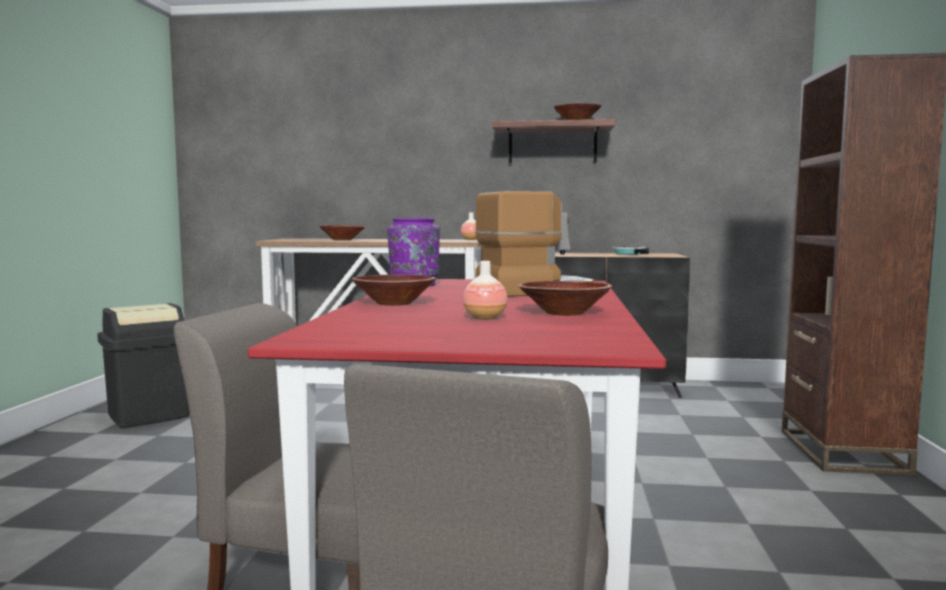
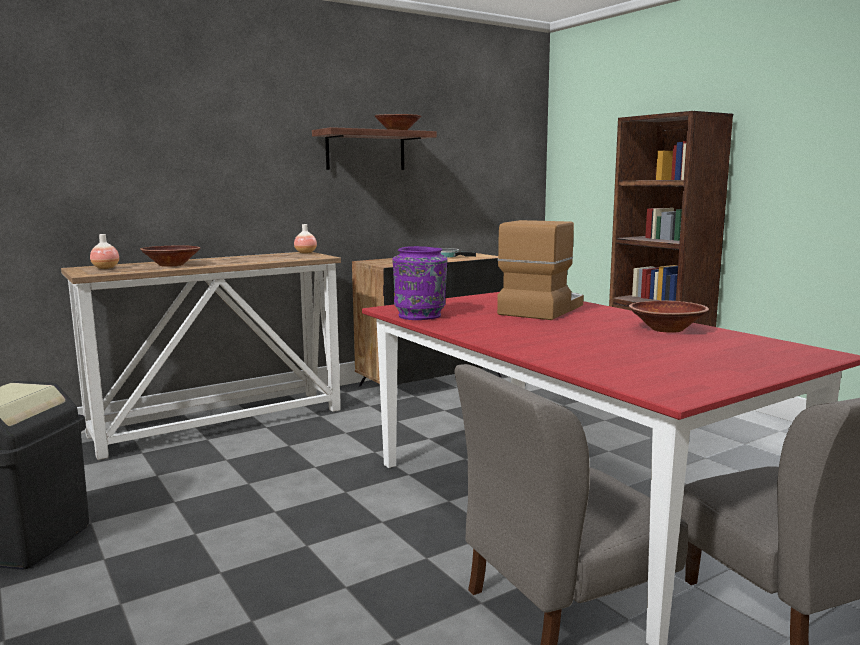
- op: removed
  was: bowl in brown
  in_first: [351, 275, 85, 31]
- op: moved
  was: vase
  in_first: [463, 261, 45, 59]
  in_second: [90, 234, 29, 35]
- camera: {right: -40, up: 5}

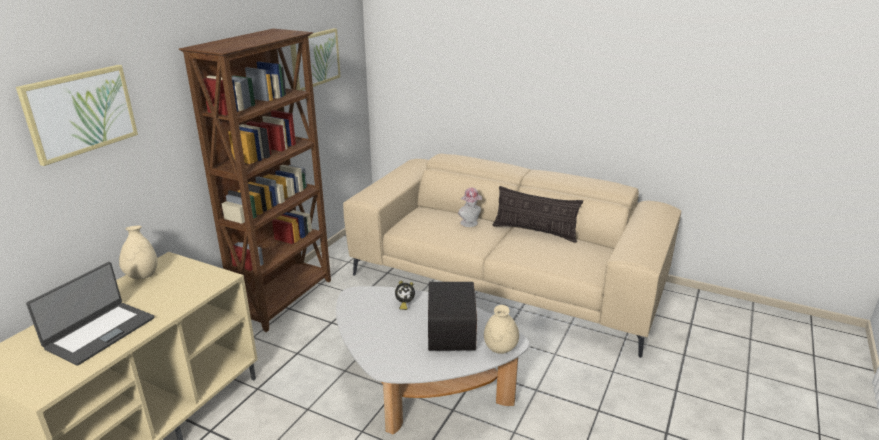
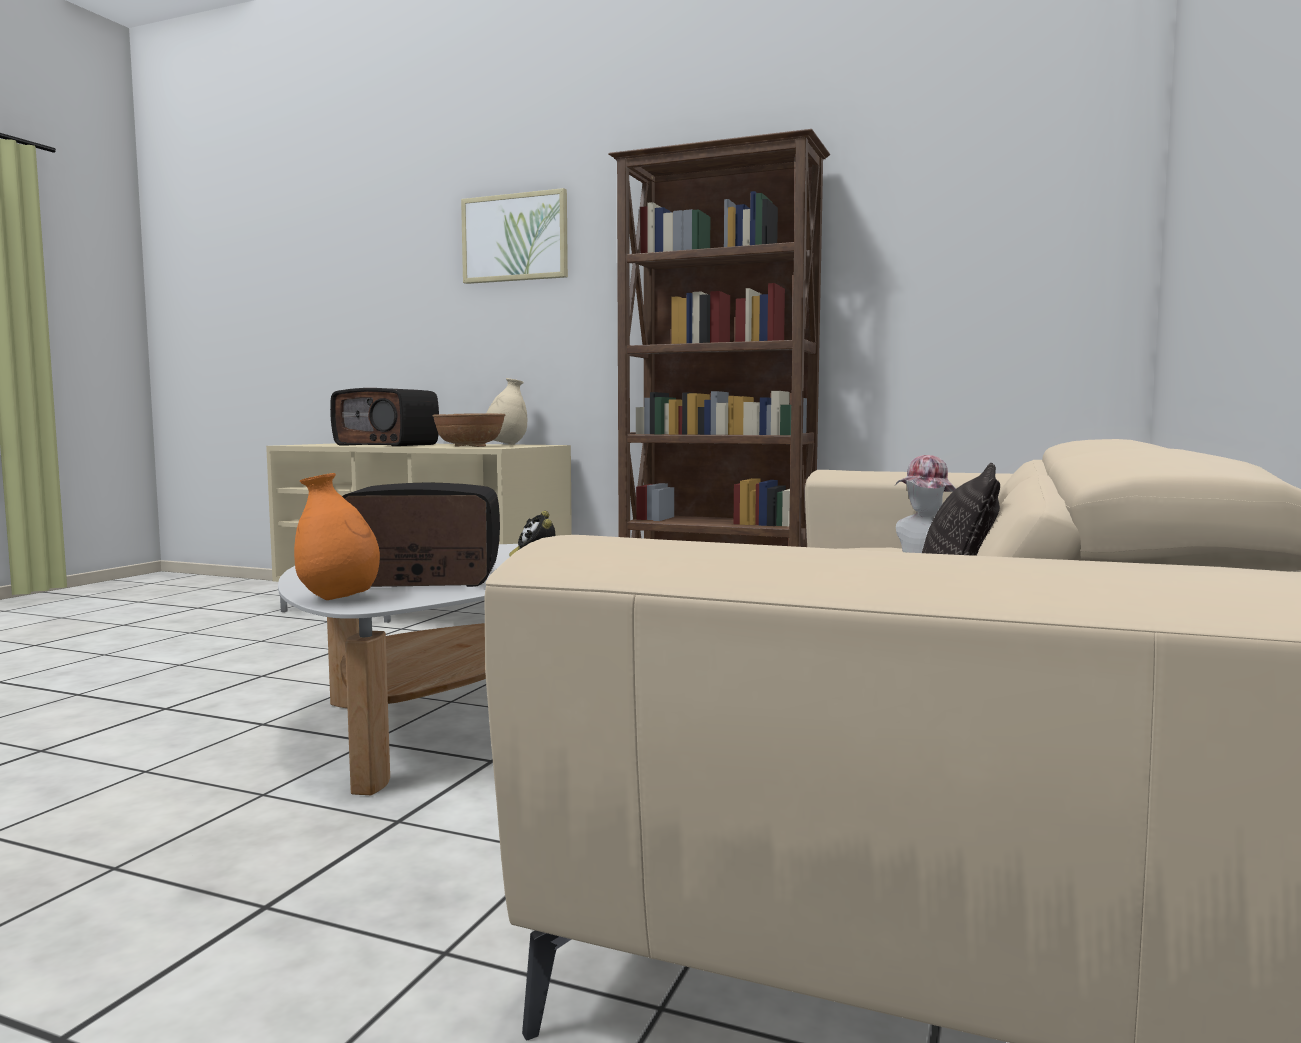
- op: replaced
  was: laptop
  now: radio
  in_first: [26, 262, 129, 104]
  in_second: [330, 388, 109, 58]
- op: removed
  was: picture
  in_first: [290, 28, 51, 63]
- op: recoloured
  was: vase in beige
  now: vase in orange
  in_first: [484, 305, 35, 49]
  in_second: [294, 473, 86, 127]
- op: added
  now: bowl in brown
  in_second: [433, 413, 72, 34]
- camera: {right: 85, up: -20}

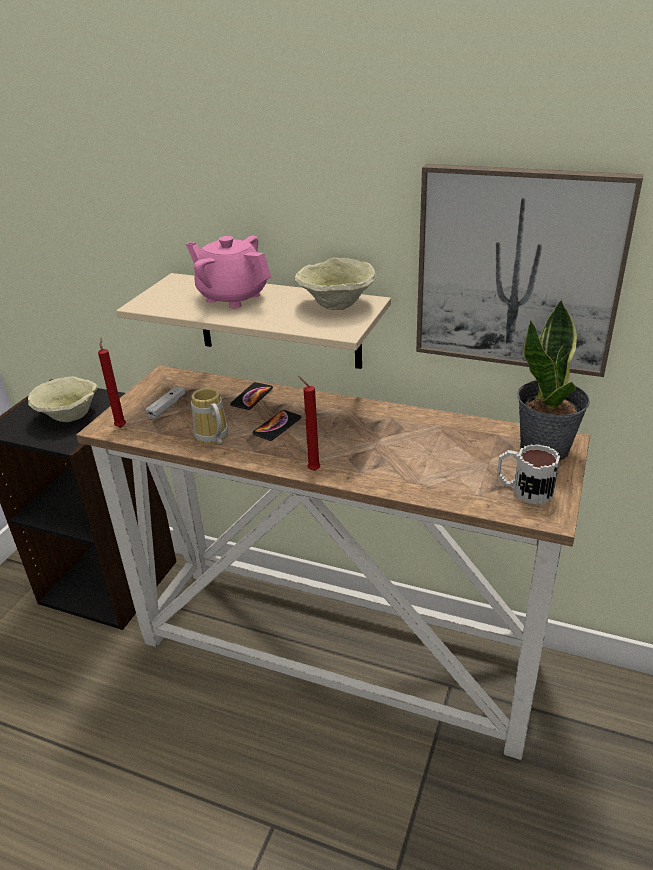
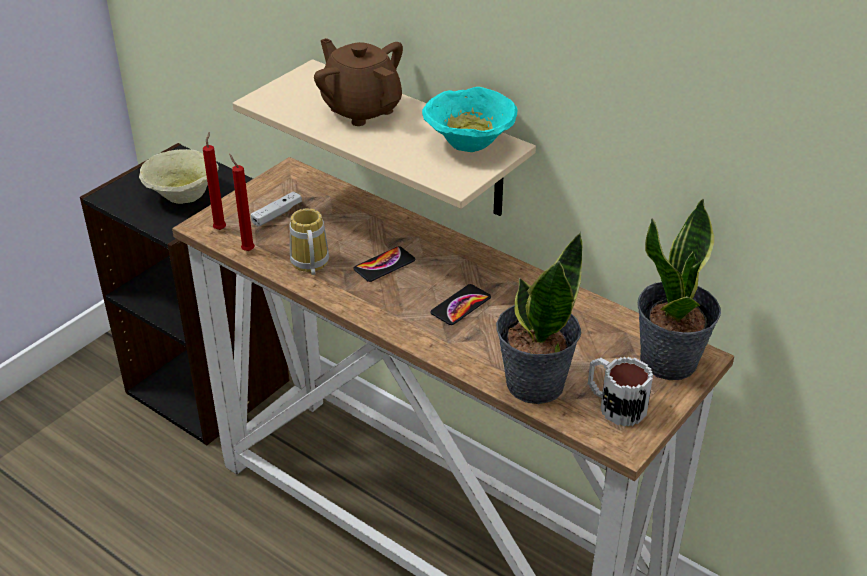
- op: recoloured
  was: teapot in pink
  now: teapot in brown
  in_first: [186, 236, 85, 73]
  in_second: [314, 38, 89, 88]
- op: moved
  was: phone
  in_first: [230, 382, 43, 28]
  in_second: [430, 284, 61, 41]
- op: recoloured
  was: bowl in beige
  now: bowl in turquoise
  in_first: [295, 258, 81, 52]
  in_second: [422, 87, 95, 65]
- op: moved
  was: candle in red
  in_first: [298, 376, 22, 95]
  in_second: [229, 154, 26, 97]
- op: removed
  was: picture
  in_first: [416, 164, 227, 213]
- op: added
  now: potted plant
  in_second: [496, 232, 87, 172]
- camera: {right: 15, up: 5}

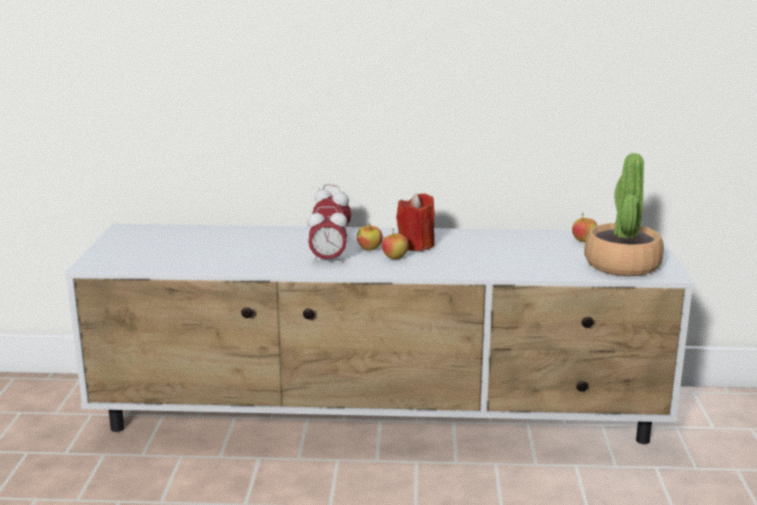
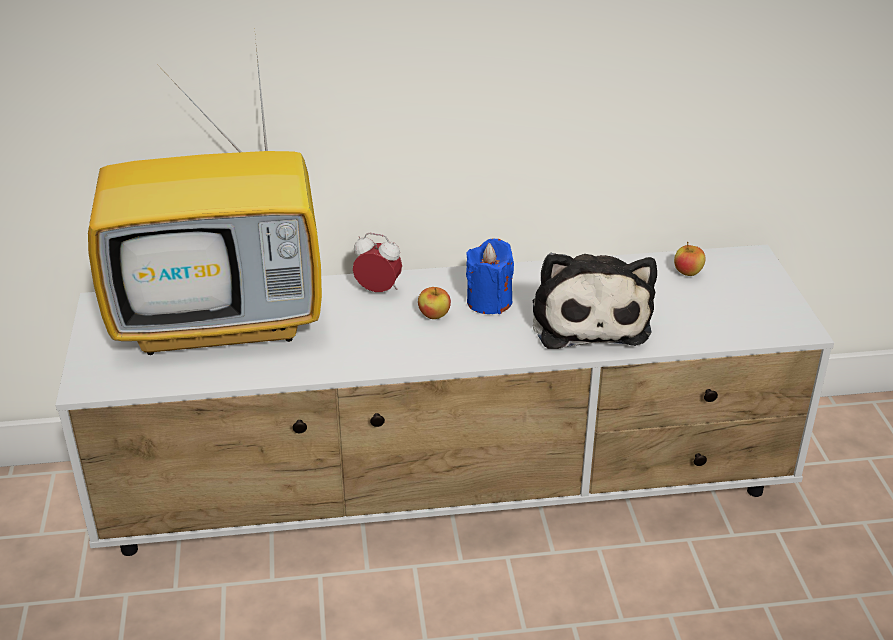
- op: removed
  was: alarm clock
  in_first: [307, 206, 40, 57]
- op: removed
  was: apple
  in_first: [382, 229, 27, 30]
- op: recoloured
  was: candle in red
  now: candle in blue
  in_first: [396, 193, 39, 58]
  in_second: [466, 238, 48, 76]
- op: removed
  was: potted plant
  in_first: [584, 153, 80, 123]
- op: added
  now: television
  in_second: [88, 37, 234, 318]
- op: added
  now: plush toy
  in_second: [533, 253, 124, 96]
- camera: {right: -10, up: 15}

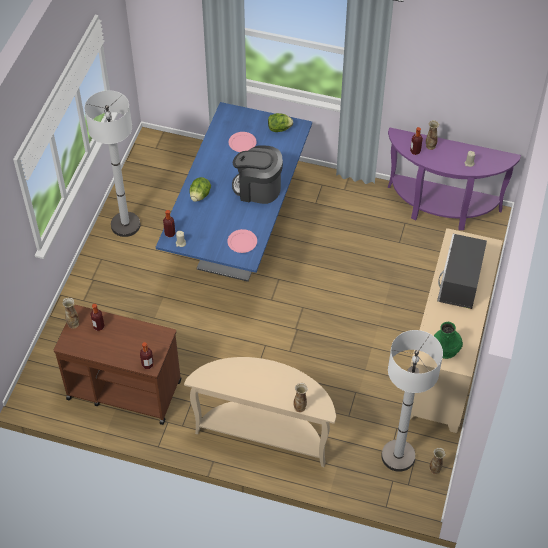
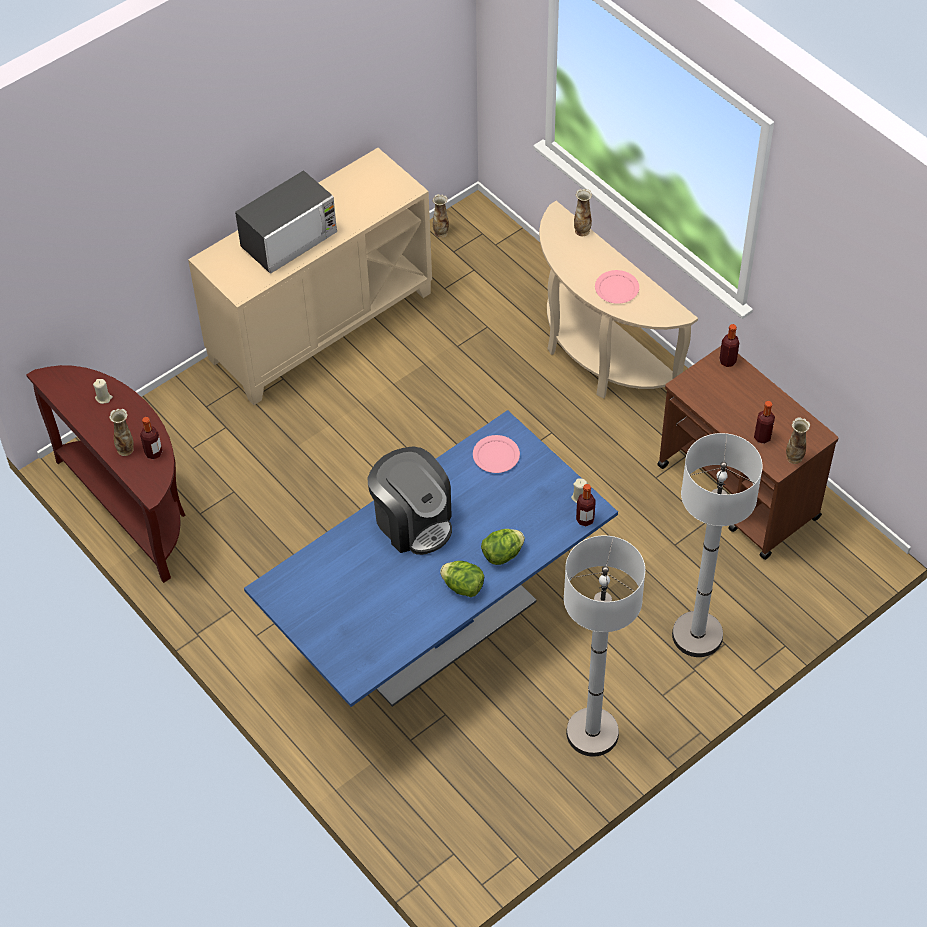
- op: moved
  was: plate in pink
  in_first: [229, 132, 27, 20]
  in_second: [595, 270, 44, 34]
- op: moved
  was: lettuce
  in_first: [268, 113, 25, 19]
  in_second: [440, 561, 44, 36]
- op: moved
  was: floor lamp in white
  in_first: [381, 330, 62, 142]
  in_second: [672, 433, 91, 224]
- op: recoloured
  was: console table in purple
  now: console table in brown
  in_first: [388, 127, 133, 103]
  in_second: [26, 365, 160, 218]
- op: removed
  was: vase in green
  in_first: [434, 322, 29, 37]
- camera: {right: -145, up: 0}

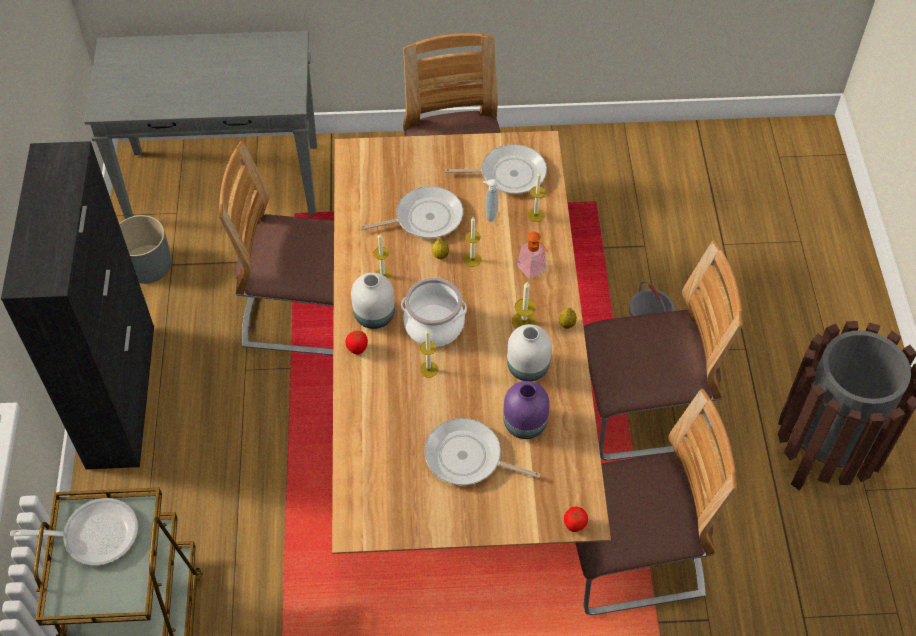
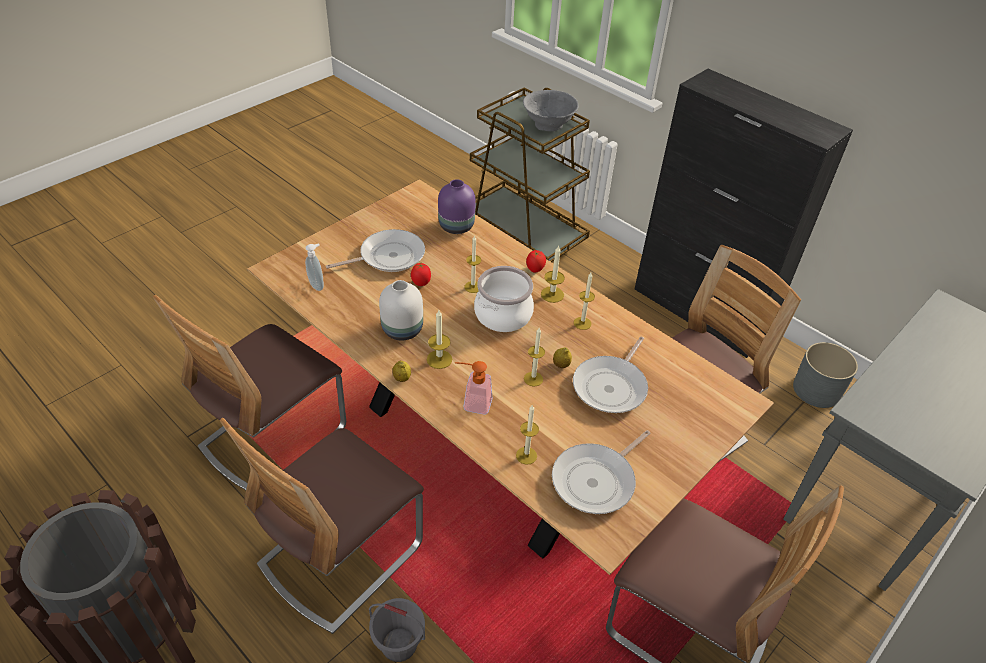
- op: replaced
  was: frying pan
  now: bowl in grey
  in_first: [10, 498, 128, 67]
  in_second: [523, 90, 55, 41]
- op: replaced
  was: vase in white
  now: candle
  in_first: [351, 273, 44, 56]
  in_second: [541, 245, 24, 58]
- op: moved
  was: soap dispenser
  in_first: [483, 179, 15, 43]
  in_second: [305, 243, 19, 48]
- op: moved
  was: vase in purple
  in_first: [503, 381, 47, 58]
  in_second: [438, 179, 38, 55]
- op: moved
  was: tomato
  in_first: [564, 507, 24, 25]
  in_second: [411, 263, 20, 23]
- camera: {right: 135, up: -10}

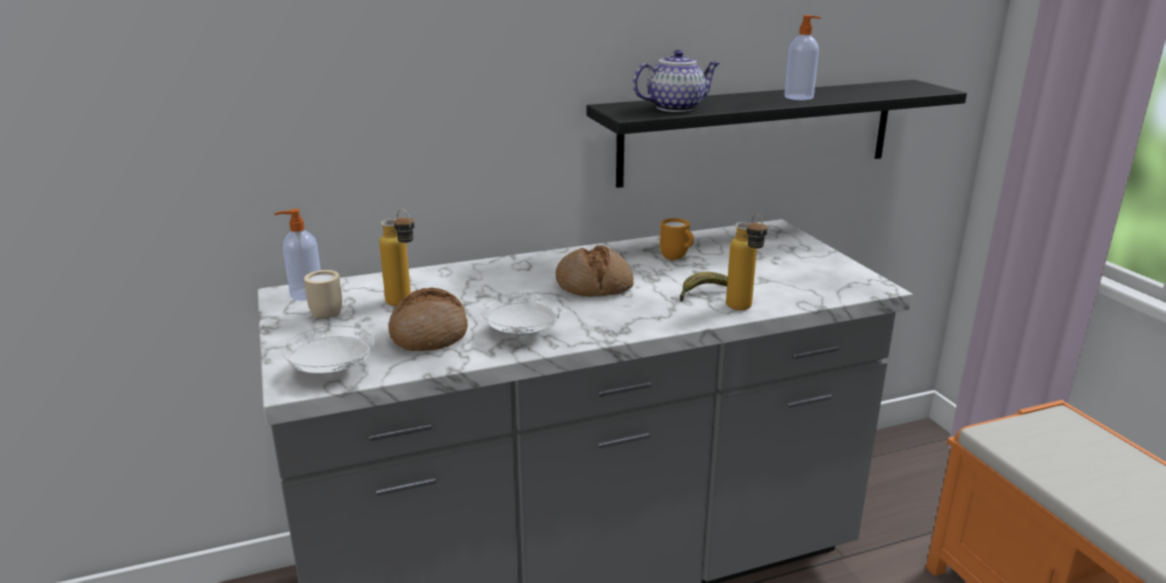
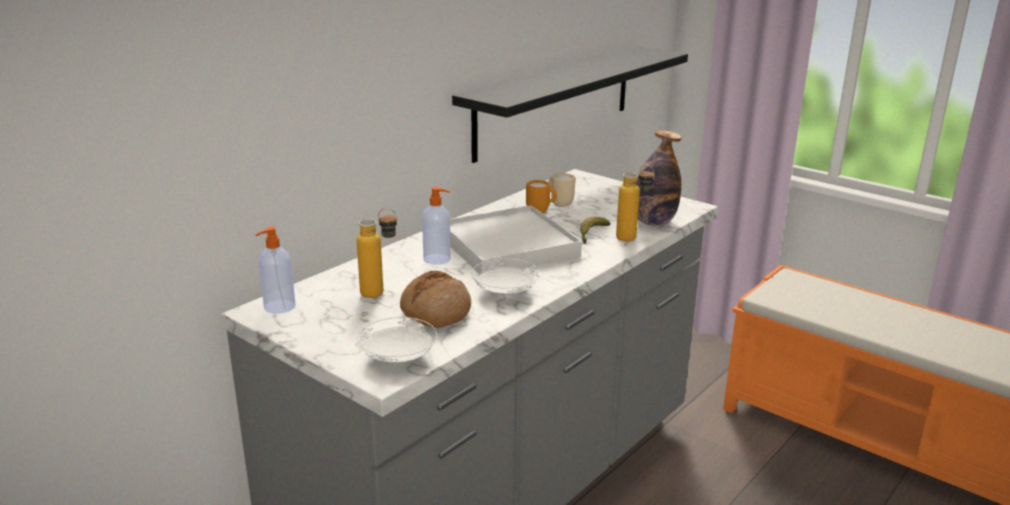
- op: moved
  was: mug in beige
  in_first: [304, 270, 38, 49]
  in_second: [548, 173, 27, 34]
- op: replaced
  was: bread
  now: tray in white
  in_first: [556, 245, 78, 52]
  in_second: [450, 205, 132, 70]
- op: removed
  was: teapot
  in_first: [633, 50, 87, 62]
- op: moved
  was: soap dispenser
  in_first: [784, 15, 37, 85]
  in_second: [422, 187, 29, 78]
- op: added
  now: bottle
  in_second: [637, 130, 45, 96]
- camera: {right: -30, up: 0}

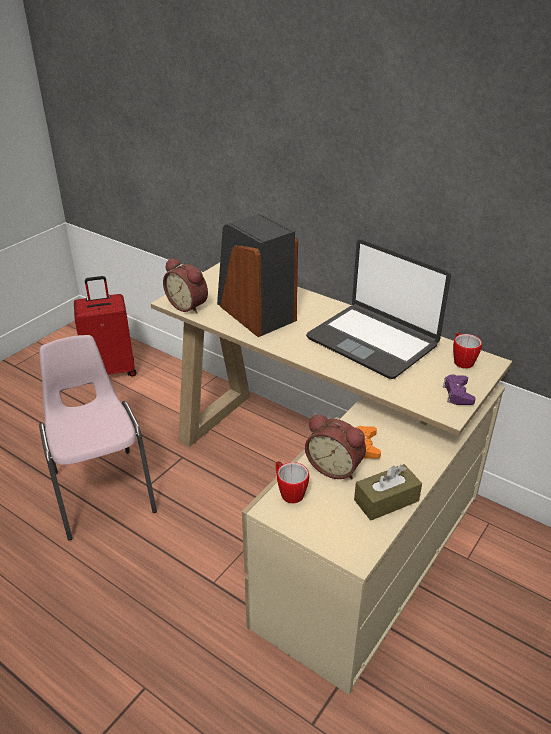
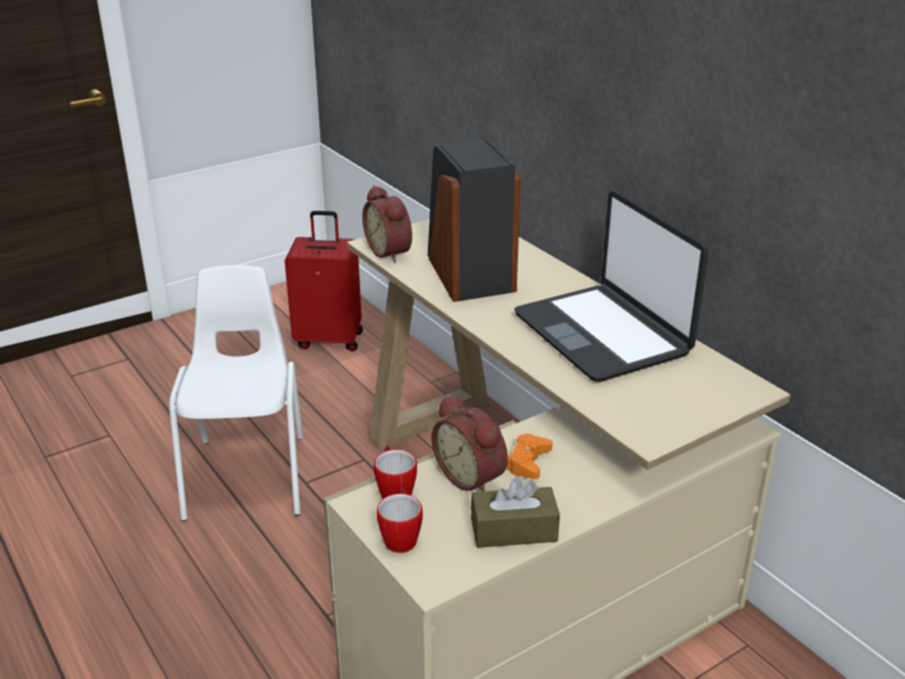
- op: recoloured
  was: chair in pink
  now: chair in white
  in_first: [39, 335, 118, 206]
  in_second: [169, 265, 134, 257]
- op: removed
  was: game controller in purple
  in_first: [443, 374, 33, 31]
- op: moved
  was: mug
  in_first: [453, 332, 29, 37]
  in_second: [377, 488, 46, 65]
- camera: {right: 20, up: -5}

